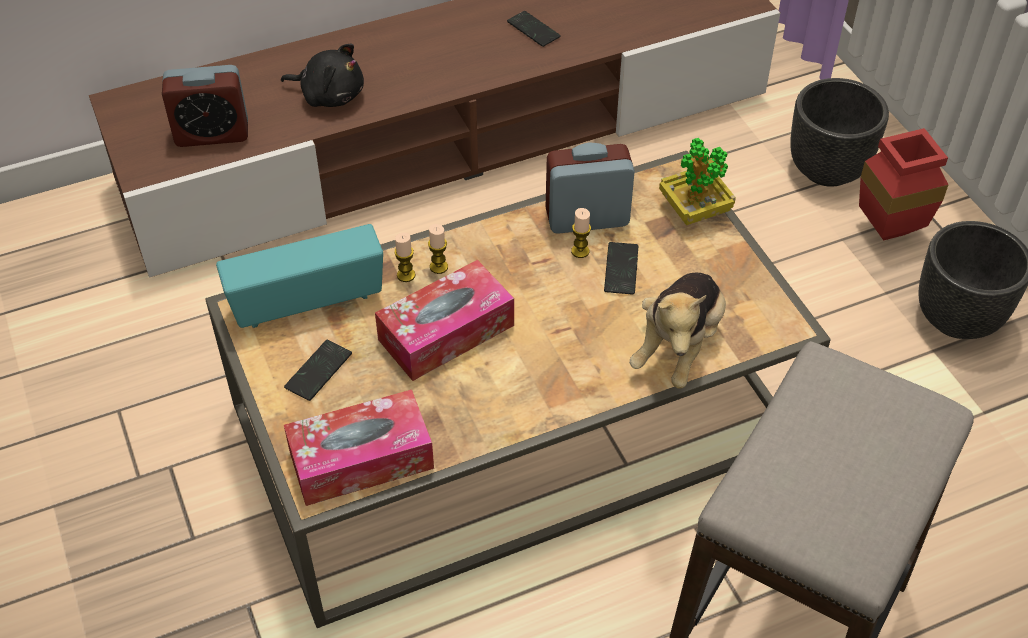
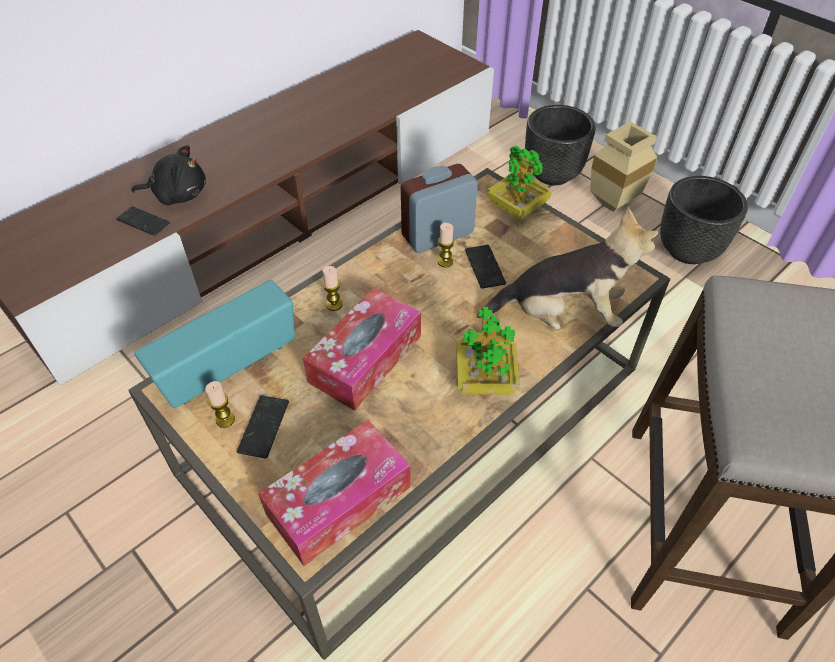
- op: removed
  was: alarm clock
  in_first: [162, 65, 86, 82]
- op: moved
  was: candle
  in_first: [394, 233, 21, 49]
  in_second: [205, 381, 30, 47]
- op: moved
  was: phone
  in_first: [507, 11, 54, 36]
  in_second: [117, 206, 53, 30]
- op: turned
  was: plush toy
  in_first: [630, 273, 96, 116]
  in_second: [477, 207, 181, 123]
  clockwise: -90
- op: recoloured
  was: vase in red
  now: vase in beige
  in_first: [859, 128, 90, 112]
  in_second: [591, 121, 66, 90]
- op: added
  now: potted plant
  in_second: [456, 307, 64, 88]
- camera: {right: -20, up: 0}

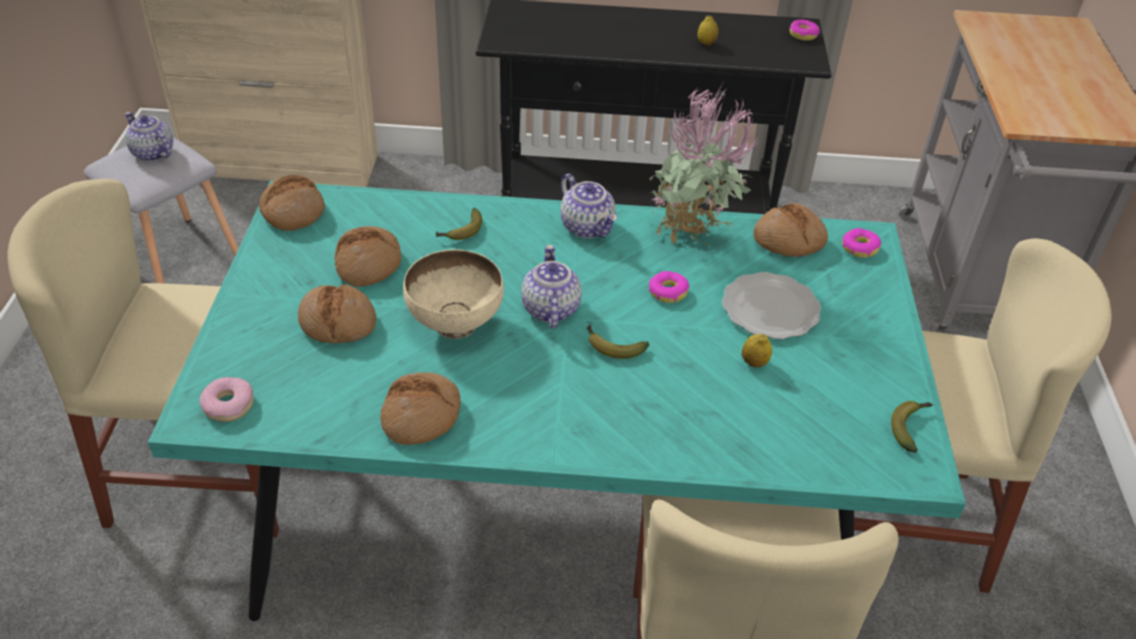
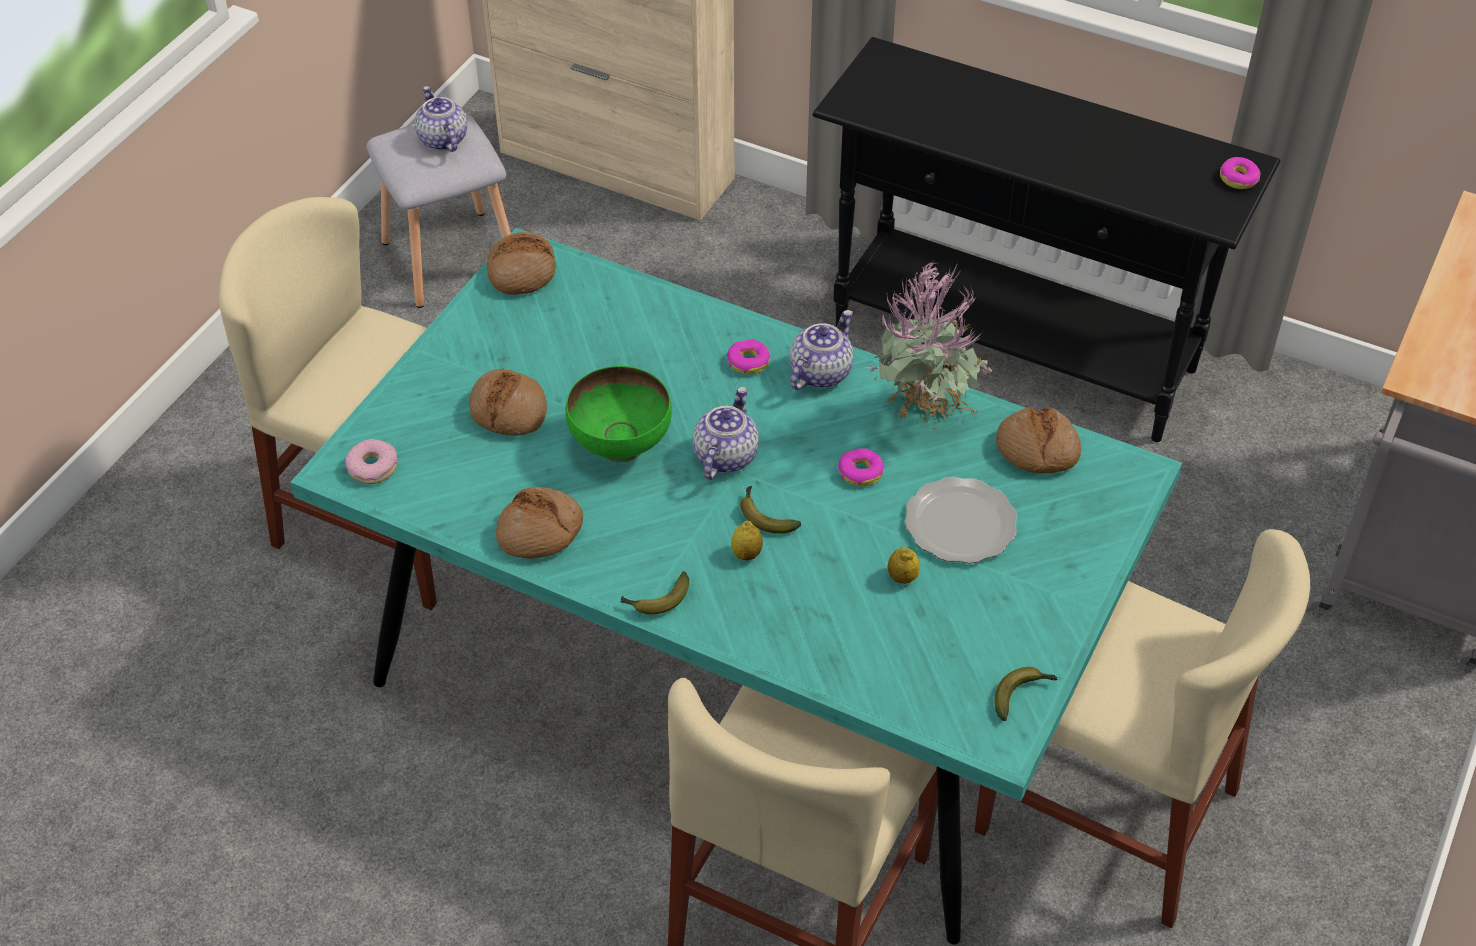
- op: removed
  was: bread
  in_first: [335, 226, 66, 61]
- op: recoloured
  was: bowl in beige
  now: bowl in green
  in_first: [403, 249, 101, 90]
  in_second: [565, 366, 107, 96]
- op: moved
  was: banana
  in_first: [436, 208, 46, 32]
  in_second: [620, 571, 69, 44]
- op: turned
  was: teapot
  in_first: [560, 174, 57, 64]
  in_second: [790, 310, 63, 80]
  clockwise: -135
- op: moved
  was: lemon
  in_first: [697, 16, 22, 30]
  in_second: [731, 521, 32, 39]
- op: moved
  was: donut
  in_first: [842, 228, 39, 30]
  in_second: [727, 340, 43, 35]
- camera: {right: 25, up: 5}

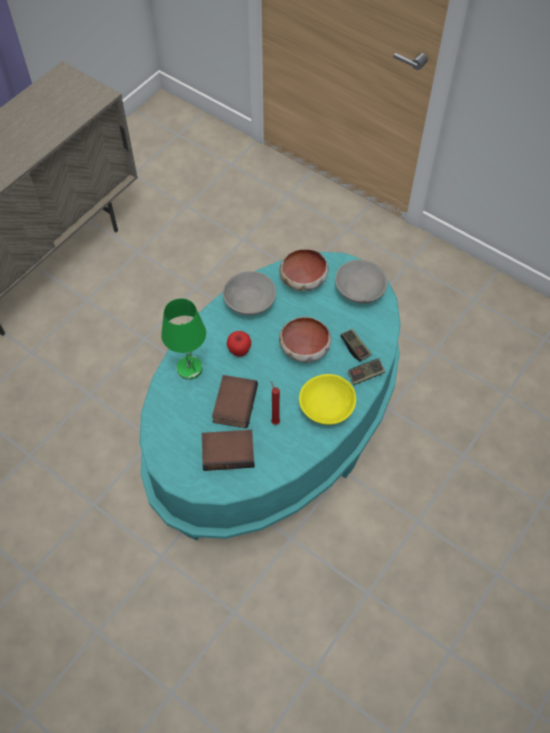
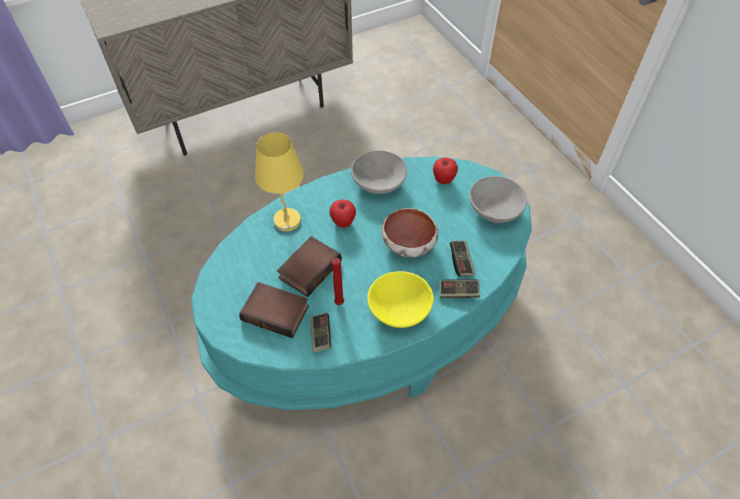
- op: recoloured
  was: table lamp in green
  now: table lamp in yellow
  in_first: [161, 298, 45, 82]
  in_second: [255, 132, 49, 99]
- op: replaced
  was: bowl
  now: apple
  in_first: [279, 249, 50, 42]
  in_second: [433, 158, 25, 26]
- op: added
  now: game controller
  in_second: [310, 313, 21, 39]
- camera: {right: 25, up: -5}

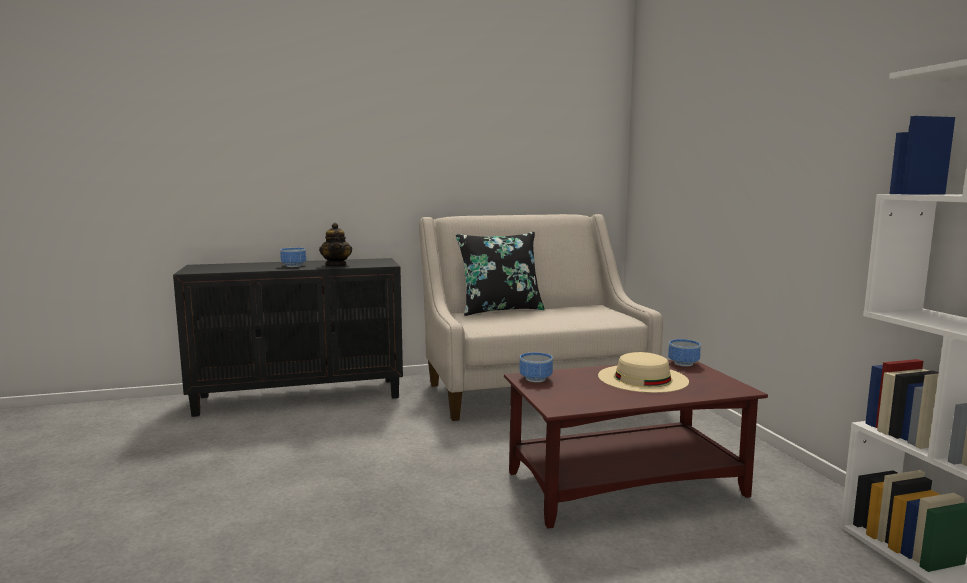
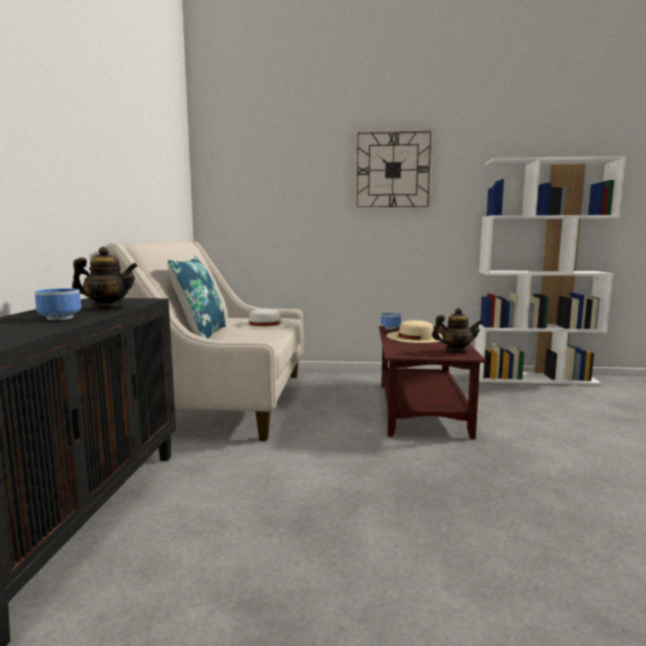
- op: recoloured
  was: pillow in black
  now: pillow in blue
  in_first: [456, 232, 89, 84]
  in_second: [167, 256, 59, 83]
- op: removed
  was: bowl
  in_first: [519, 352, 34, 30]
- op: added
  now: hat in white
  in_second: [237, 309, 55, 20]
- op: added
  now: wall clock
  in_second: [354, 128, 80, 82]
- op: added
  now: teapot
  in_second: [432, 308, 51, 45]
- camera: {right: -70, up: 0}

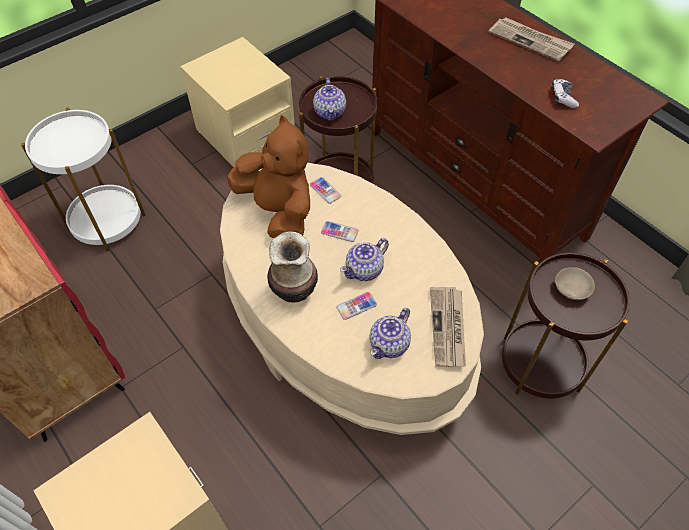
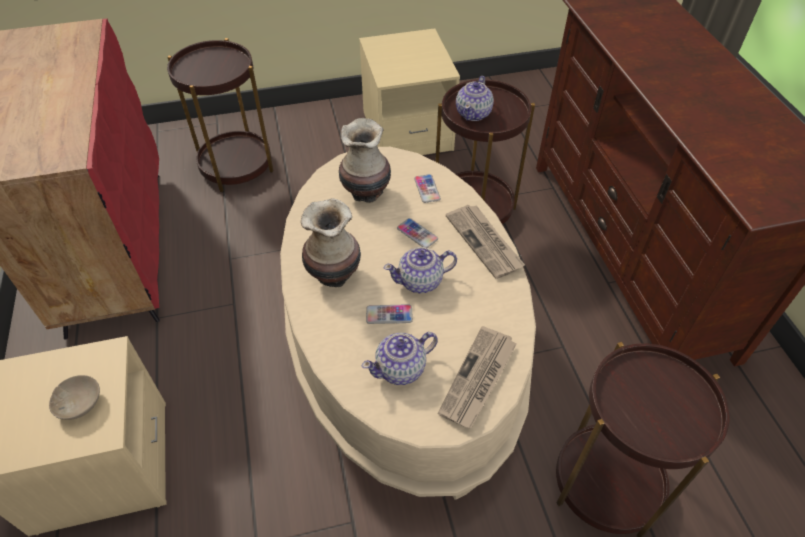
- op: recoloured
  was: side table in white
  now: side table in brown
  in_first: [21, 107, 125, 144]
  in_second: [167, 38, 106, 154]
- op: replaced
  was: plush toy in brown
  now: vase
  in_first: [227, 115, 83, 124]
  in_second: [339, 118, 52, 85]
- op: moved
  was: newspaper
  in_first: [488, 17, 86, 44]
  in_second: [446, 205, 79, 74]
- op: removed
  was: game controller
  in_first: [551, 79, 28, 29]
- op: moved
  was: bowl in beige
  in_first: [555, 267, 40, 33]
  in_second: [49, 375, 51, 45]
- camera: {right: 25, up: -5}

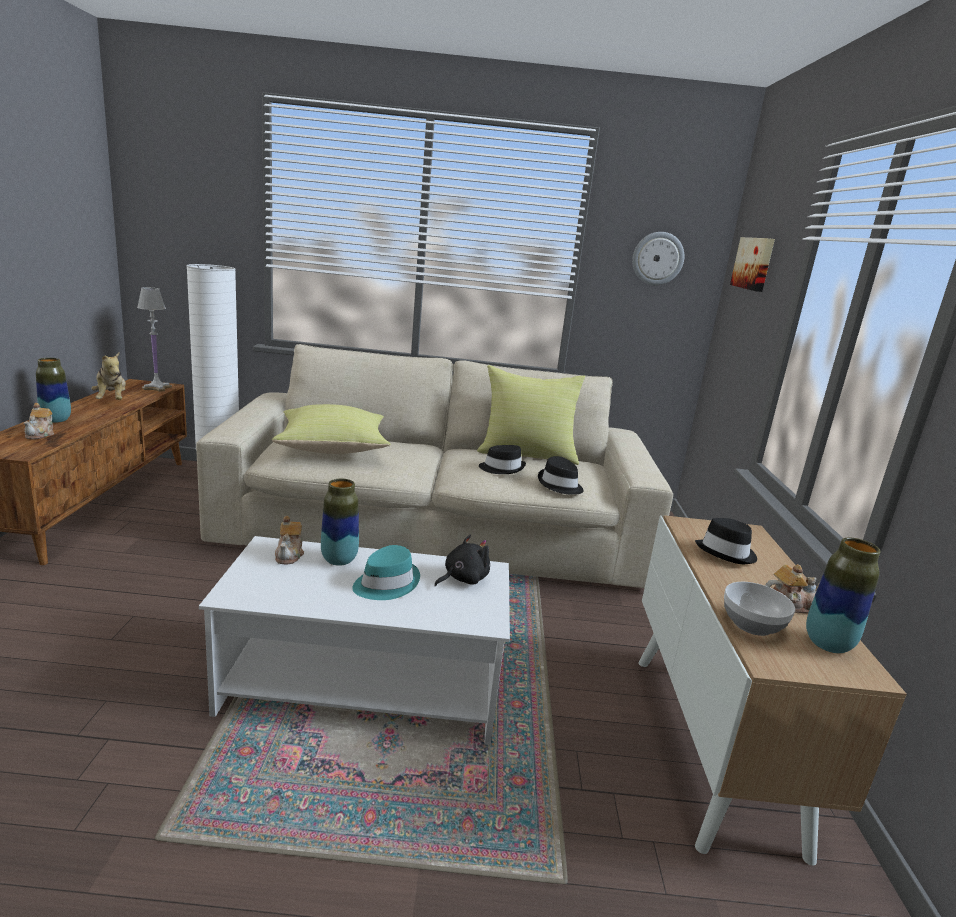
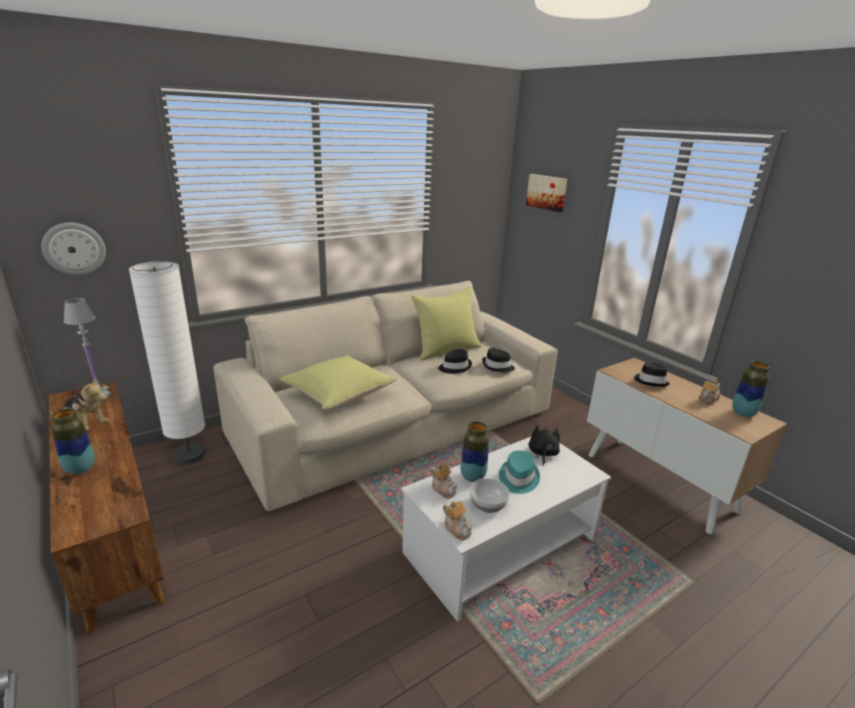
- op: moved
  was: teapot
  in_first: [24, 403, 30, 37]
  in_second: [443, 501, 30, 39]
- op: moved
  was: wall clock
  in_first: [632, 232, 52, 53]
  in_second: [41, 223, 65, 52]
- op: moved
  was: bowl
  in_first: [724, 582, 71, 54]
  in_second: [470, 478, 40, 35]
- camera: {right: -35, up: 5}

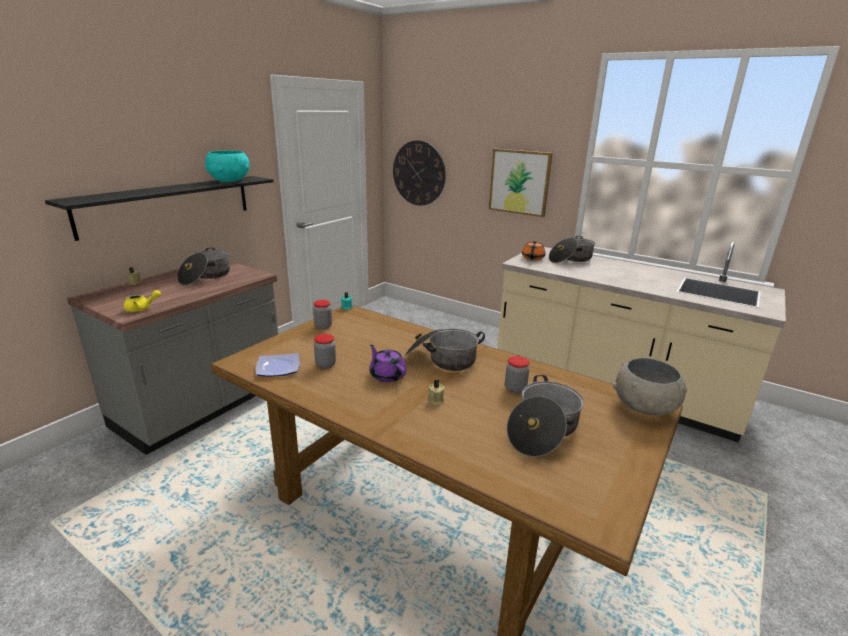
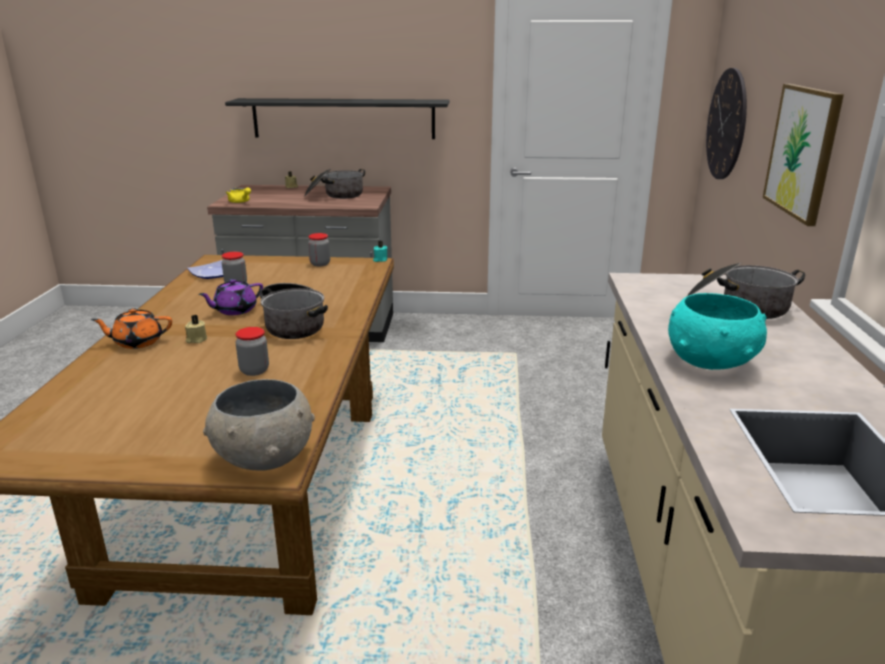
- op: moved
  was: bowl in turquoise
  in_first: [205, 150, 45, 32]
  in_second: [668, 293, 99, 77]
- op: turned
  was: teapot in purple
  in_first: [369, 344, 37, 38]
  in_second: [198, 279, 65, 36]
  clockwise: -150
- op: removed
  was: cooking pot
  in_first: [507, 375, 77, 82]
- op: moved
  was: teapot in orange
  in_first: [522, 240, 24, 20]
  in_second: [91, 308, 81, 41]
- camera: {right: 60, up: 0}

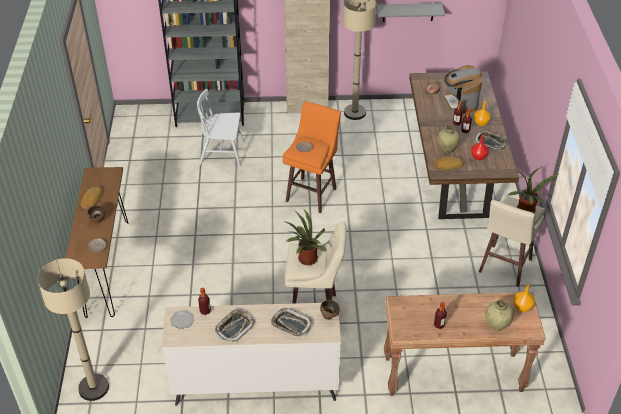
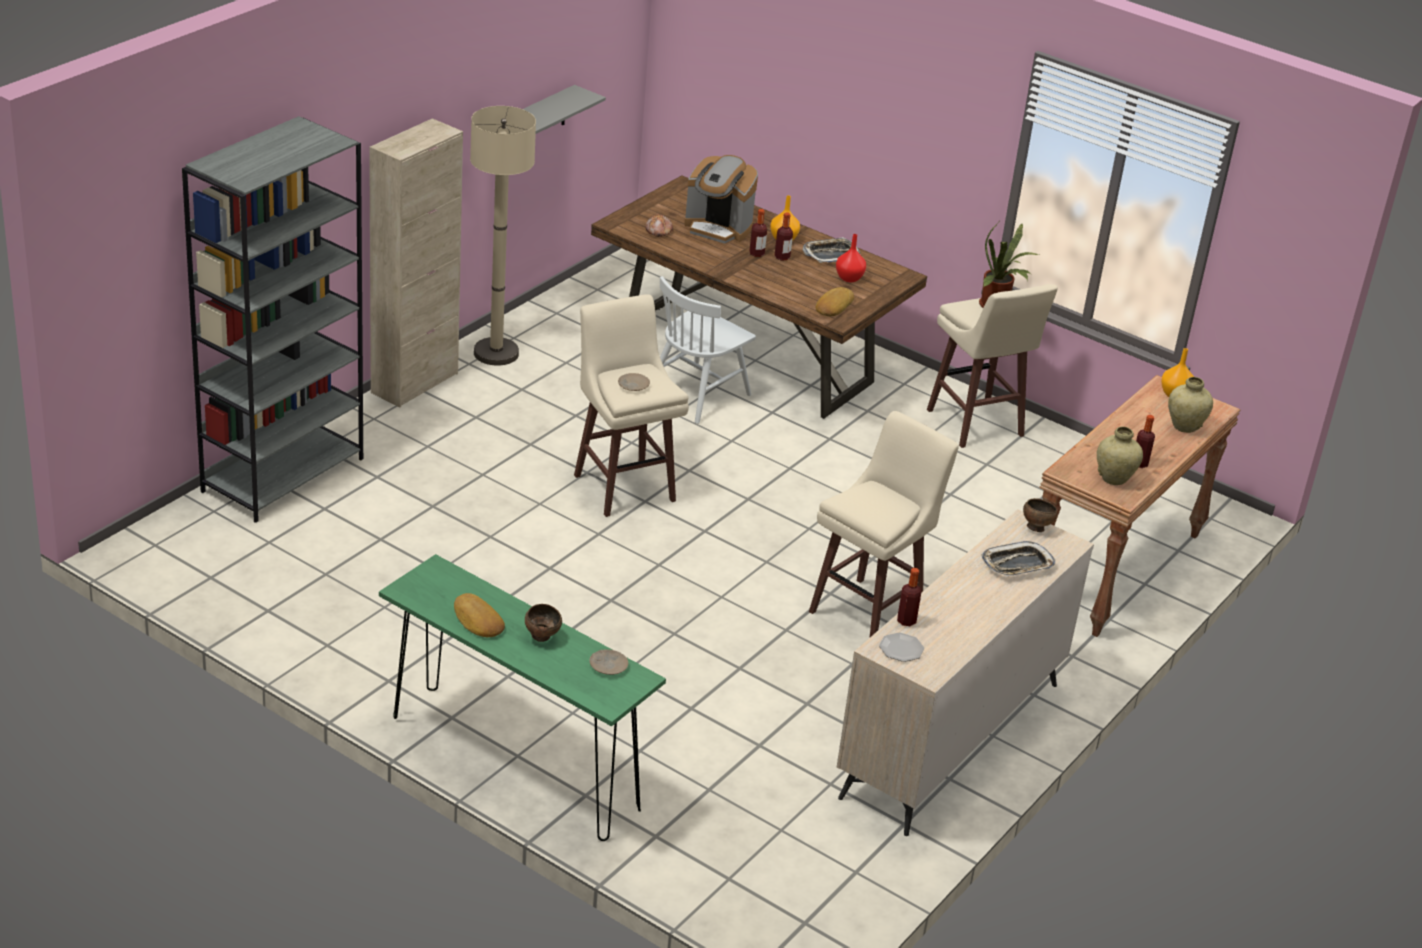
- op: removed
  was: floor lamp in beige
  in_first: [37, 258, 72, 143]
- op: recoloured
  was: console table in brown
  now: console table in green
  in_first: [66, 167, 63, 151]
  in_second: [379, 554, 287, 287]
- op: moved
  was: chair in white
  in_first: [197, 89, 48, 78]
  in_second: [660, 276, 96, 148]
- op: removed
  was: tray
  in_first: [215, 309, 40, 34]
- op: recoloured
  was: stool in orange
  now: stool in beige
  in_first: [282, 101, 59, 112]
  in_second: [574, 294, 115, 223]
- op: removed
  was: potted plant
  in_first: [286, 209, 41, 56]
- op: moved
  was: vase in beige
  in_first: [438, 126, 22, 27]
  in_second: [1097, 427, 46, 58]
- camera: {right: -55, up: -10}

